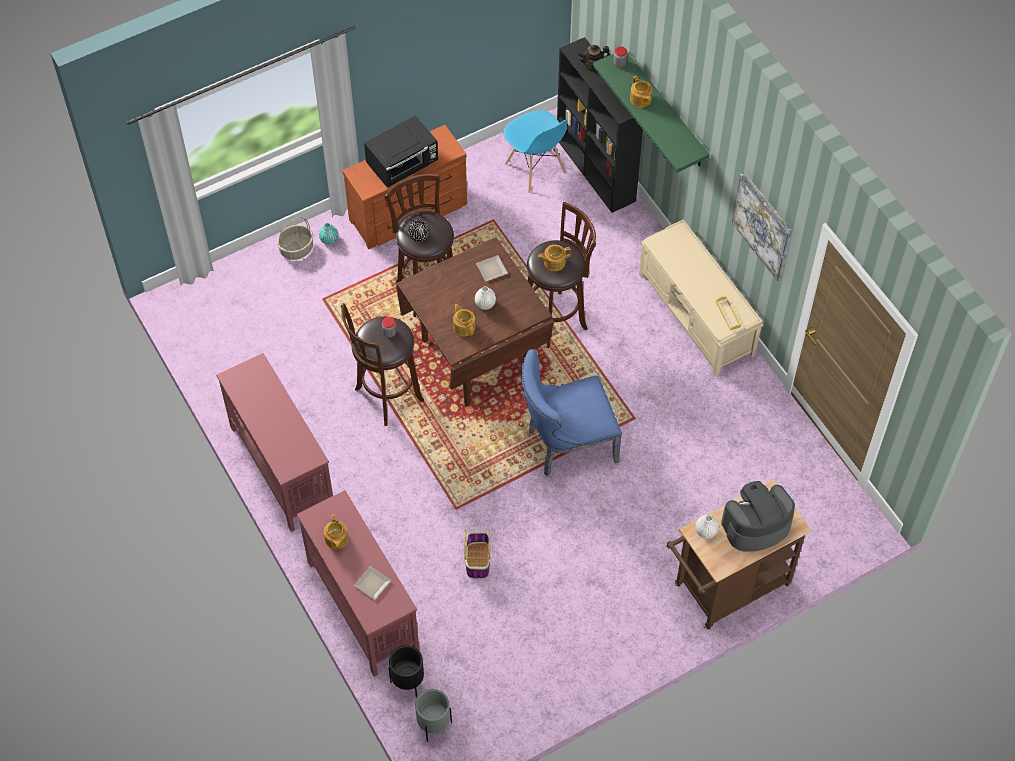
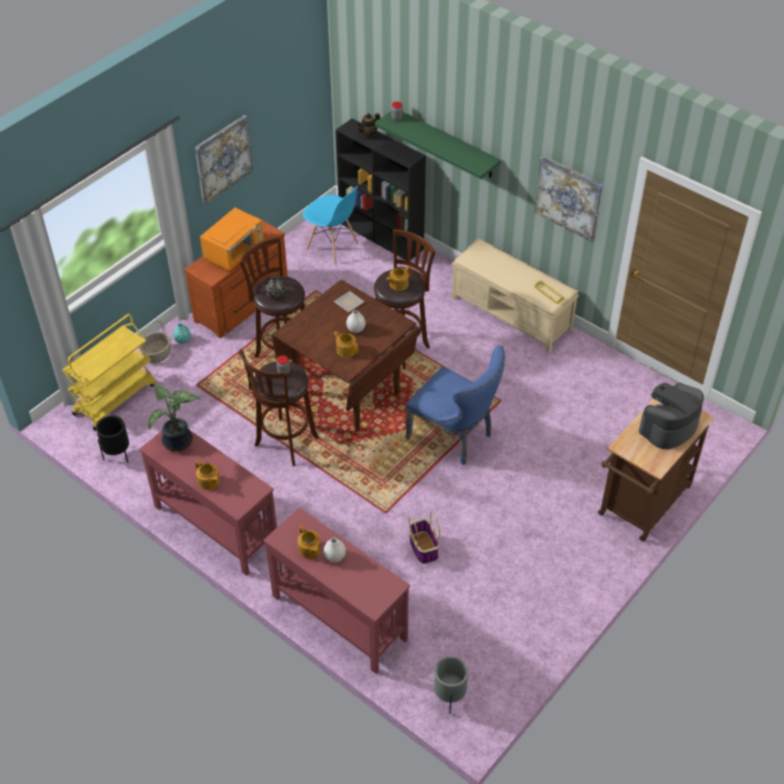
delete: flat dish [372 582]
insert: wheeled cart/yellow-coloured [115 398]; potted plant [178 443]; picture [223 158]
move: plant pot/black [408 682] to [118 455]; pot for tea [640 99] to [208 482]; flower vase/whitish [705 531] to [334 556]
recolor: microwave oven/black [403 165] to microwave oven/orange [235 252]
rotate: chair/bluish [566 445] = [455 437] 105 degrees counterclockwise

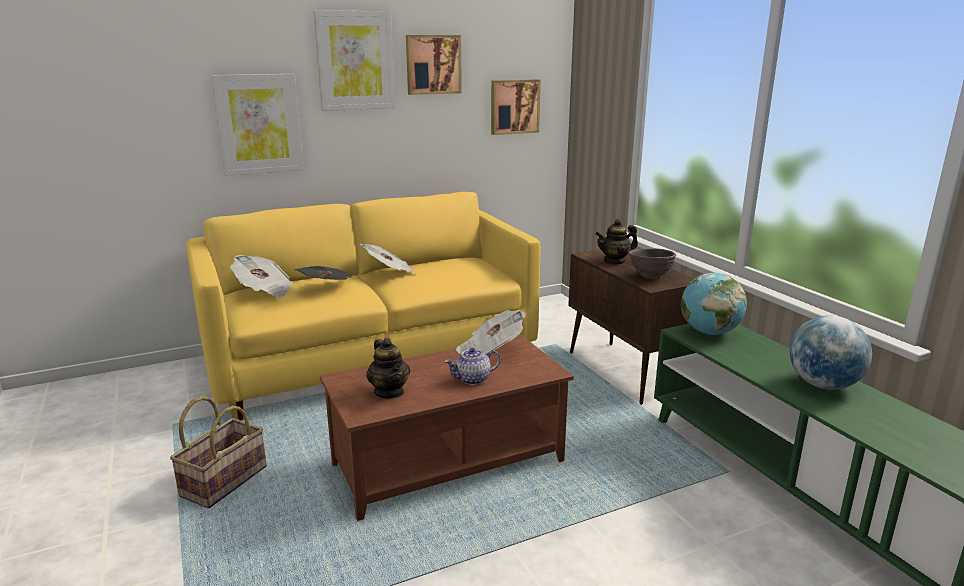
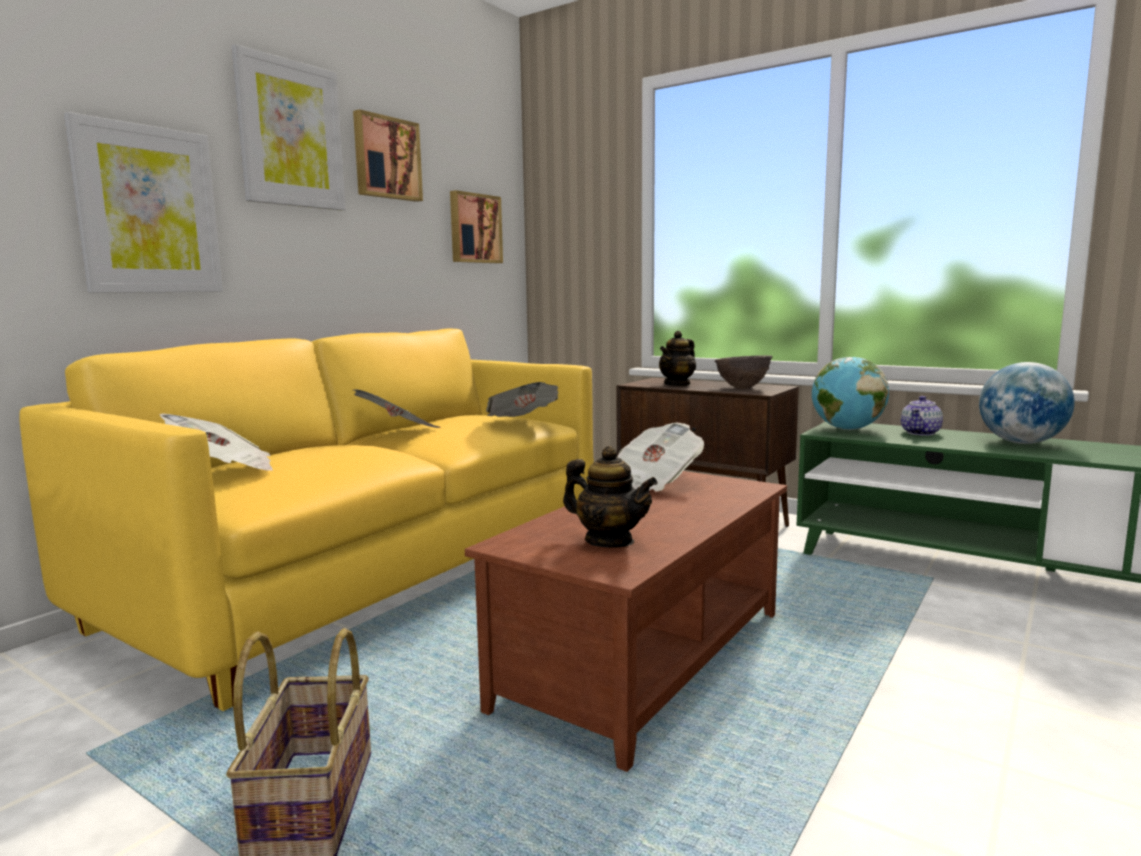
move: printed paper [327 288] to [522 422]; pot for tea [472 379] to [921 433]

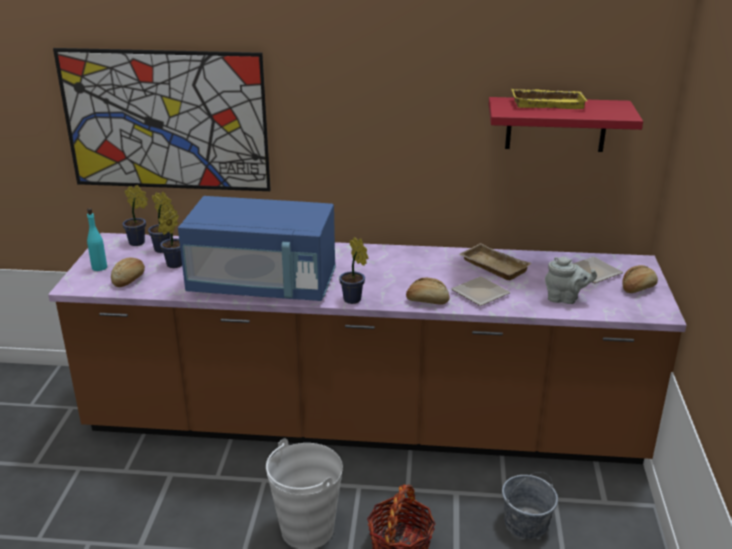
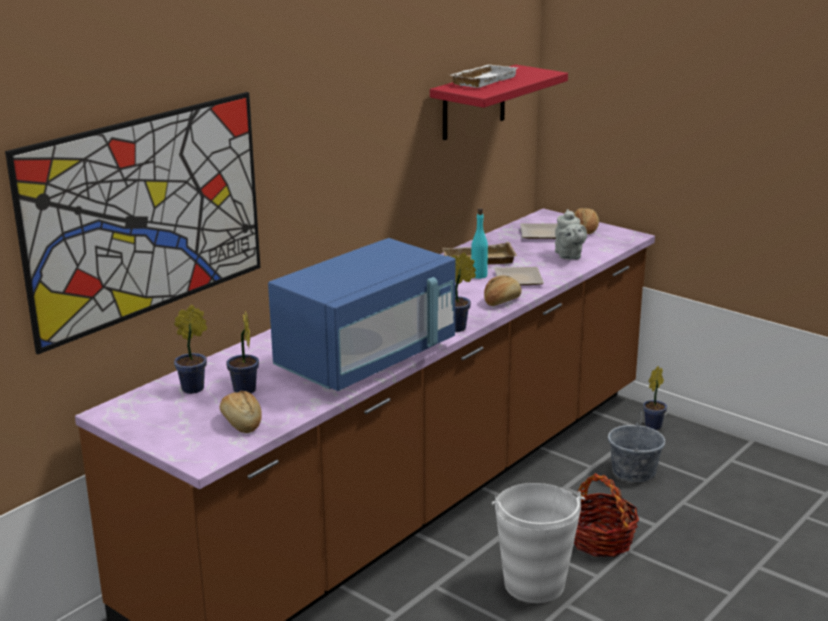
move: drink bottle/turquoise-coloured [99 267] to [479 275]; potted plant [139 243] to [654 425]
recolor: carrying tray/yellow-coloured [548 103] to carrying tray/whitish [482 80]
rotate: pot for tea/gray [565 299] = [568 255] 120 degrees clockwise

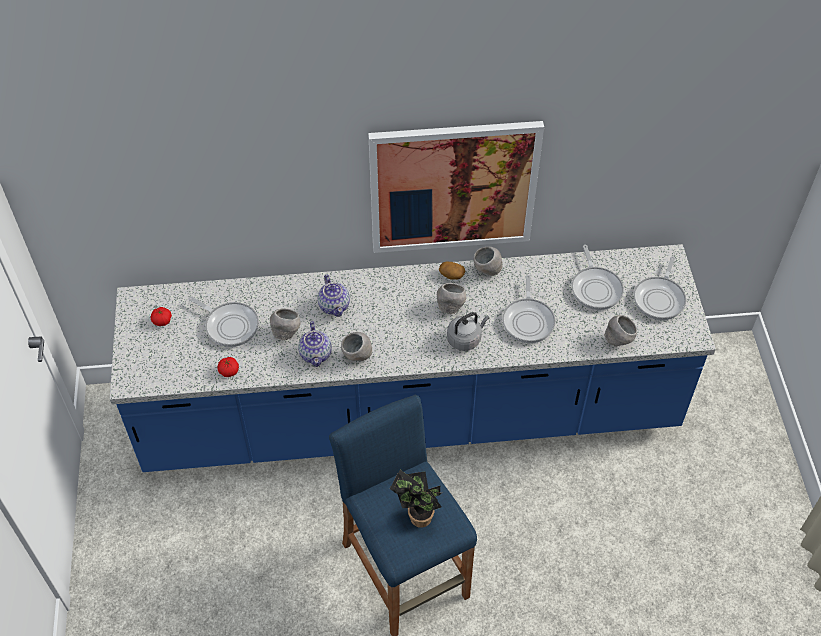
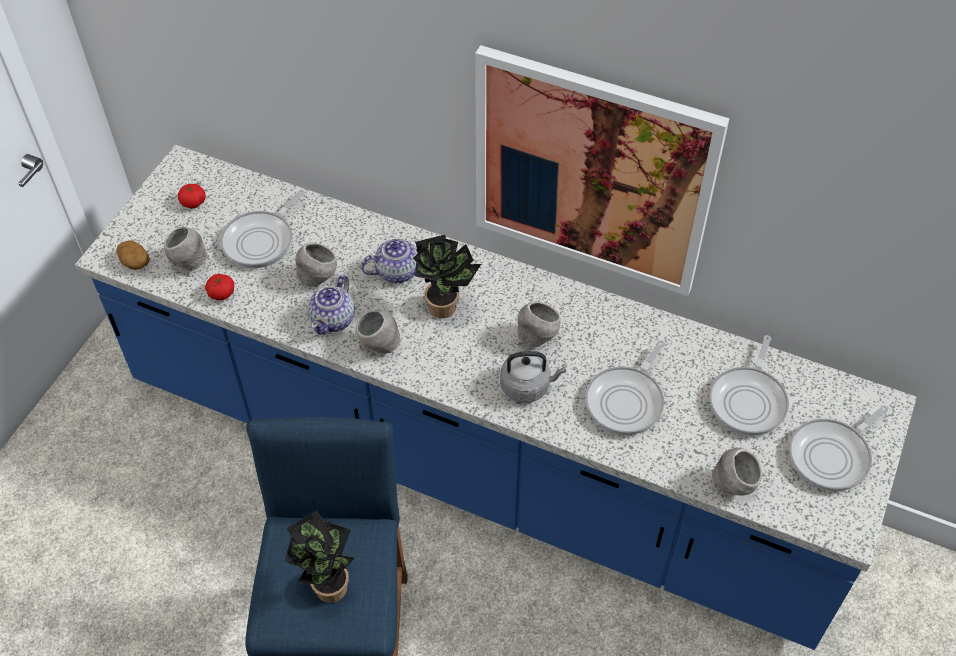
insert: potted plant [447 307]
move: spud [451 275] to [134 261]; serving bowl/gray [487 271] to [189 263]
rotate: frying pan [229 325] = [261 240] 60 degrees clockwise; pot for tea [334 305] = [397 271] 120 degrees counterclockwise

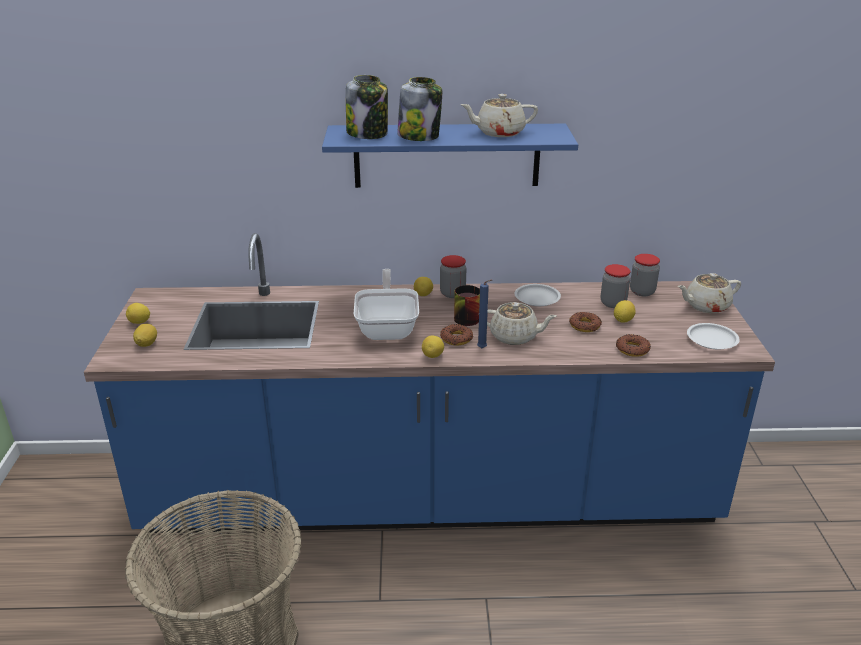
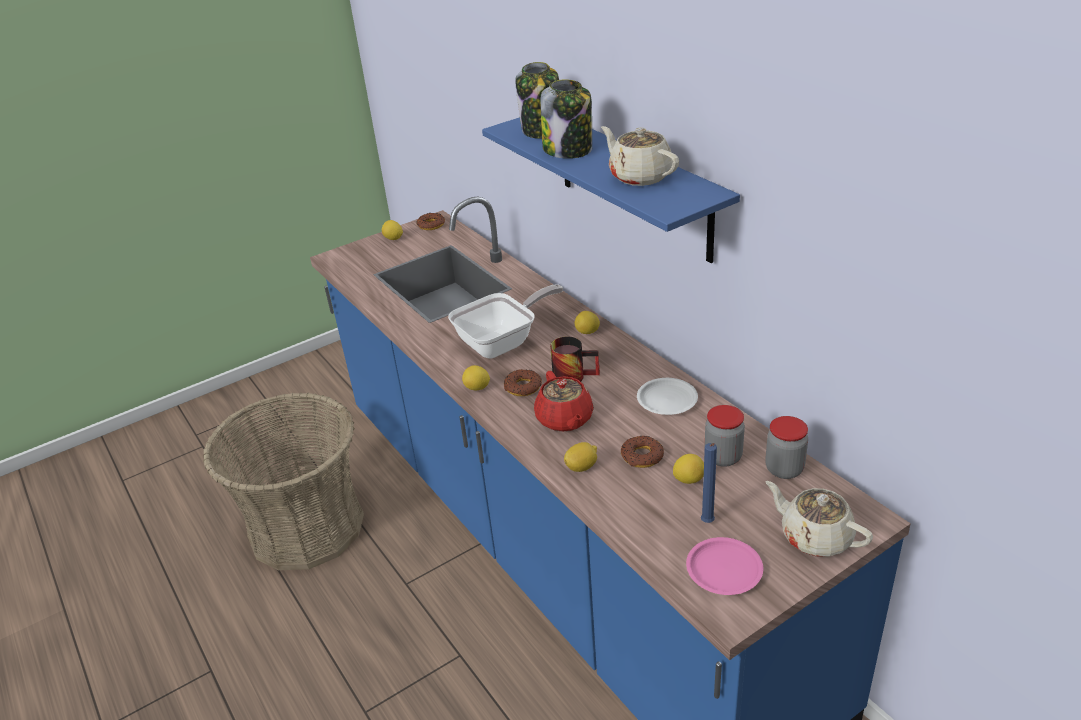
delete: preserve jar [452 293]
move: citrus fruit [147 344] to [581 467]; wax candle/bluish [483 349] to [707 523]; donut [632 349] to [431 225]
recolor: pot for tea/sand-coloured [515 337] to pot for tea/red [565 419]; flat dish/whitish [711 339] to flat dish/pinkish [724 569]

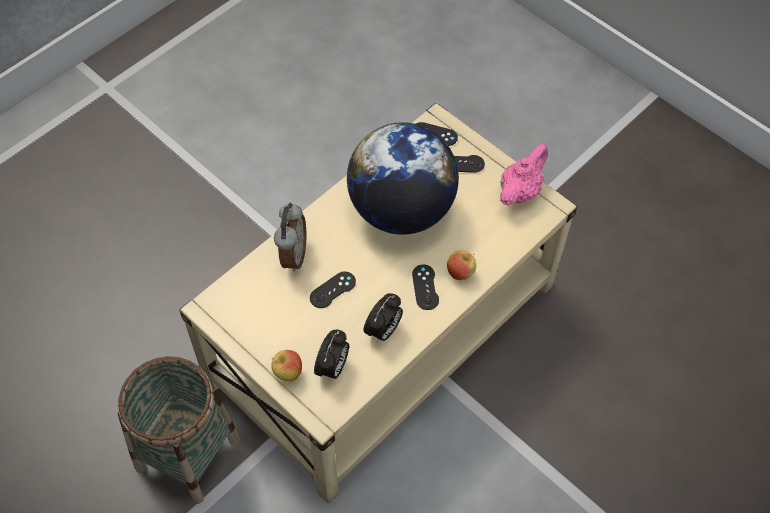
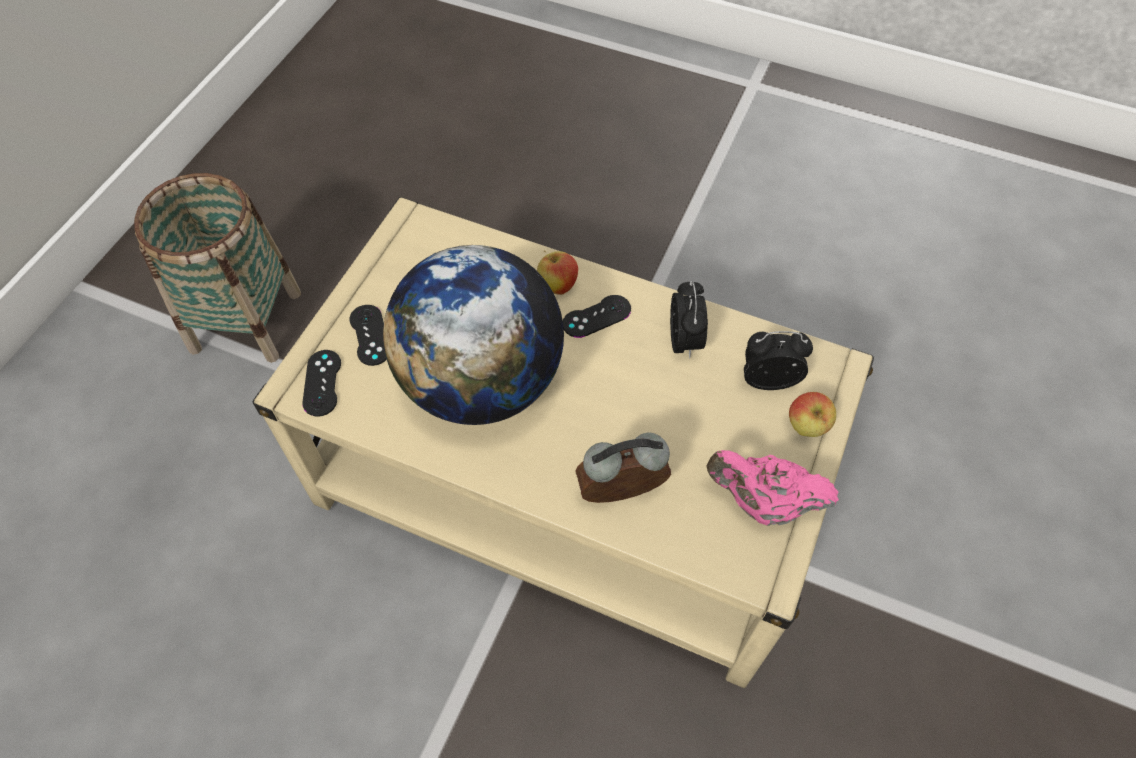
delete: gamepad/black [332 290]
move: basket [188 454] to [246 321]; pot for tea/pinkish [520 191] to [763 503]
rotate: bedside clock [383 331] = [685 341] 75 degrees clockwise

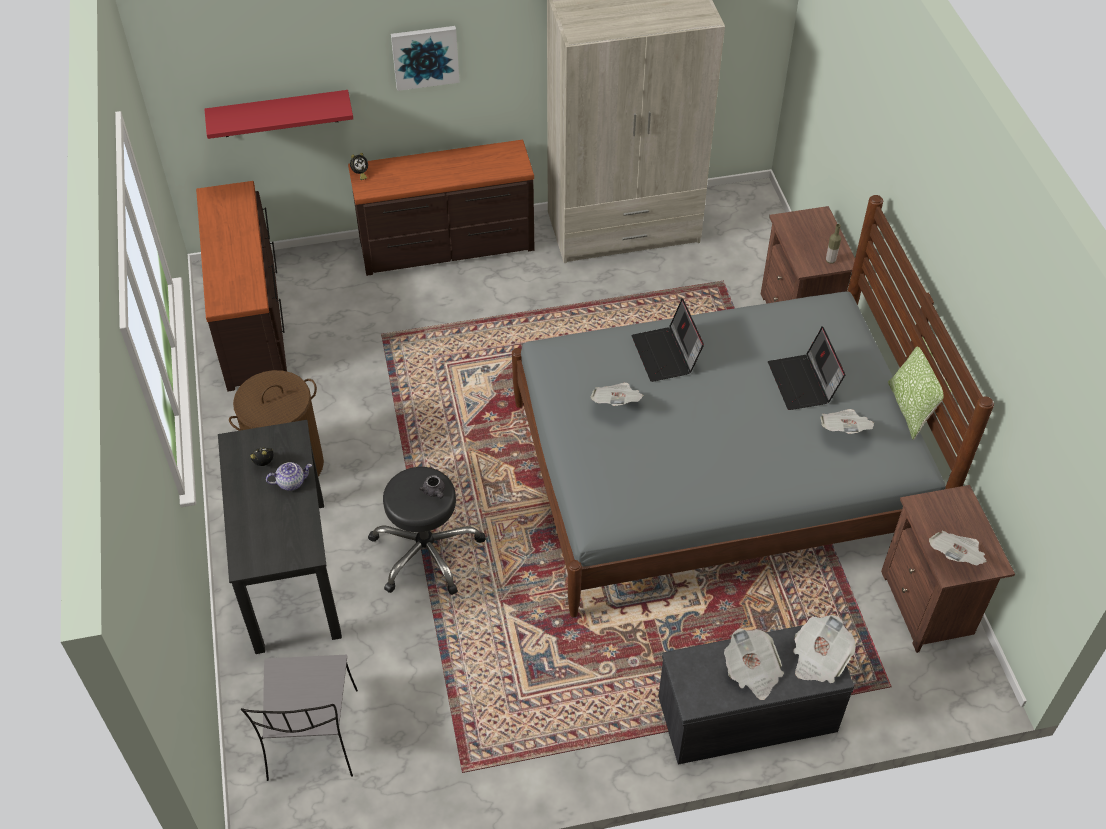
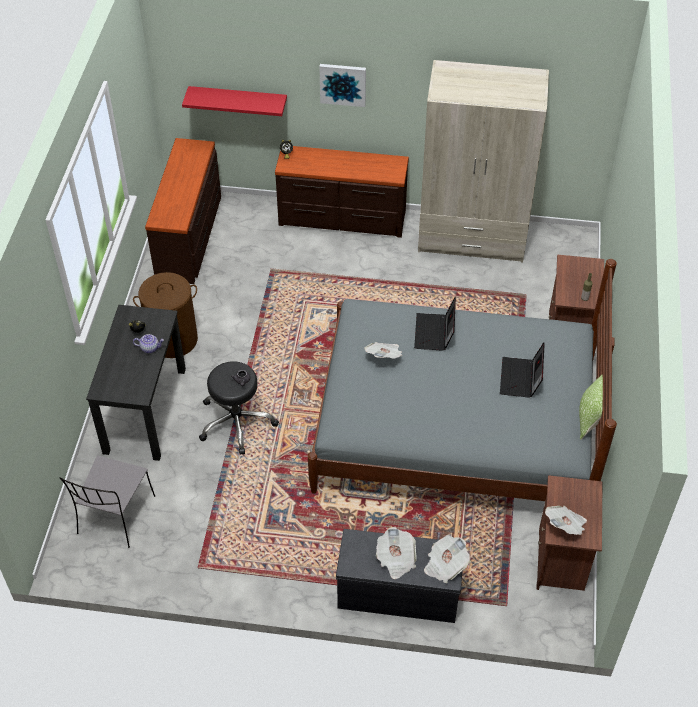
delete: printed paper [844 430]

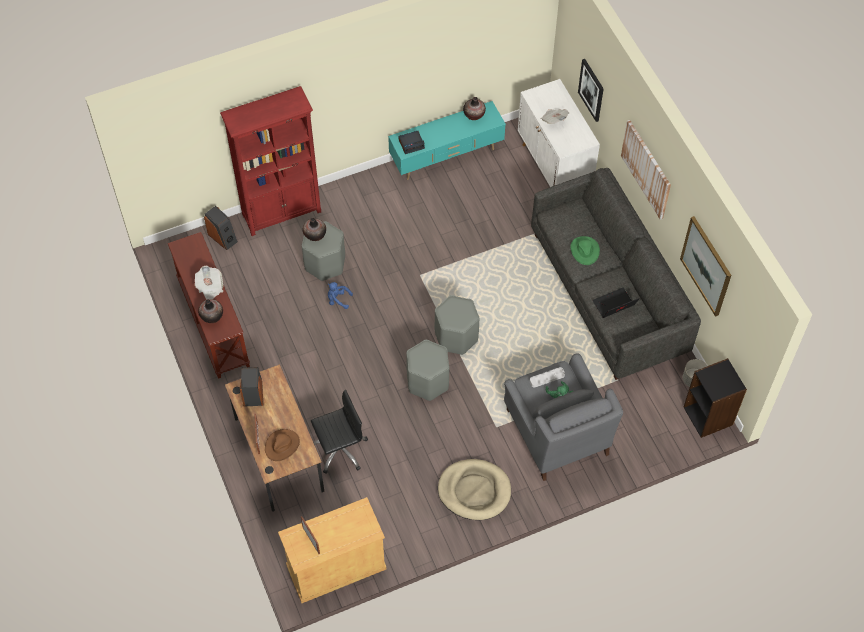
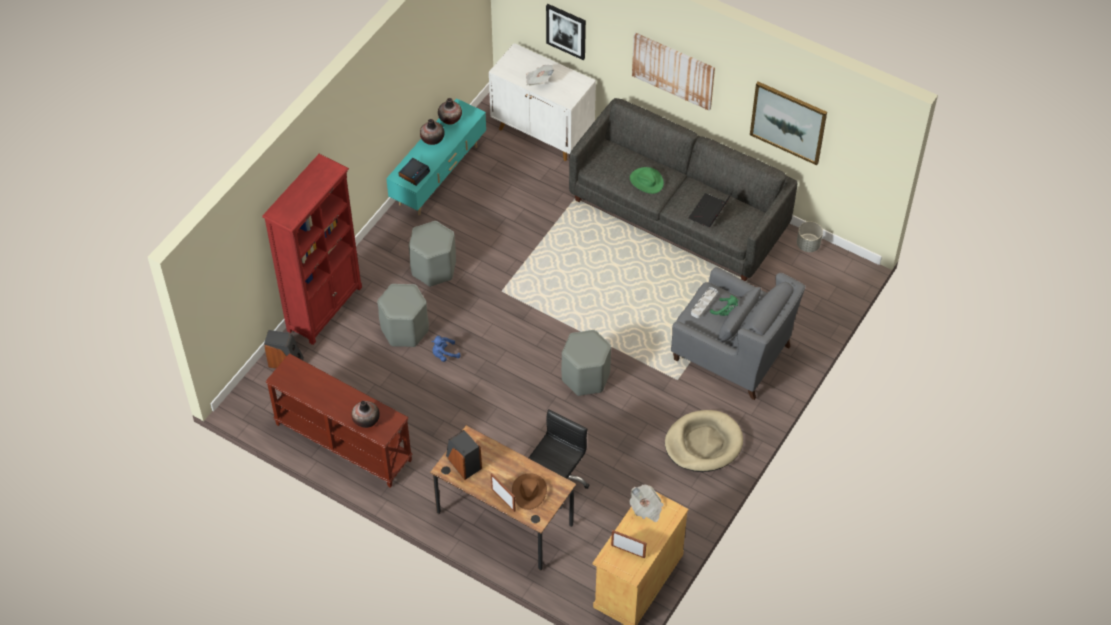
delete: bookcase/black [708 416]
move: printed paper [210 287] to [646 508]; flower vase [315 234] to [432 139]; sitting stool/gray [456 336] to [434 268]

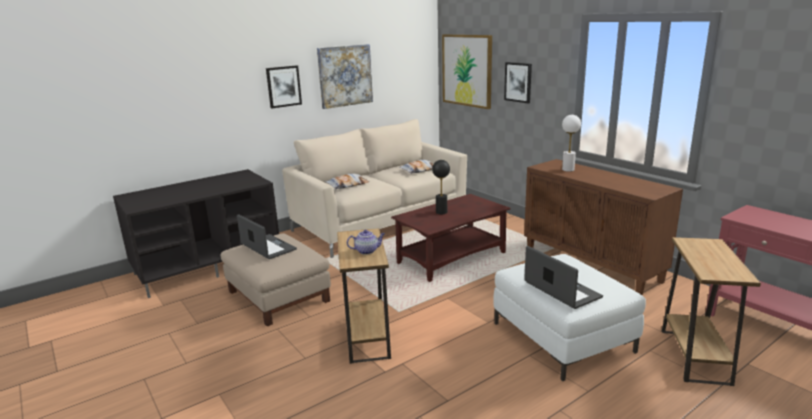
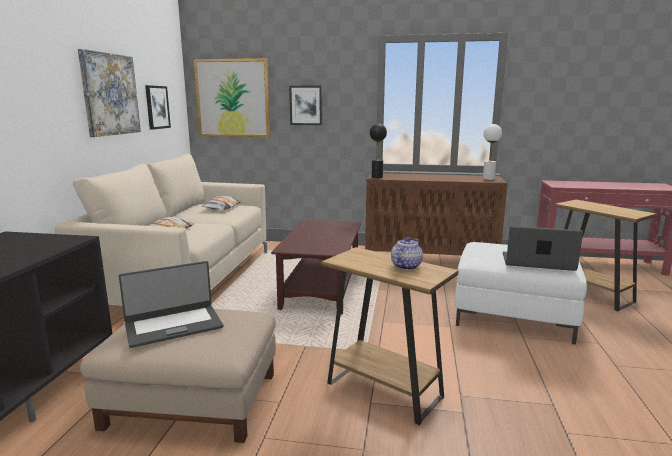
move: picture [283 86] to [157 107]; tabletop lamp/black [441 212] to [376 177]; tabletop lamp/whitish [568 169] to [488 179]
rotate: notebook computer [267 247] = [173 325] 150 degrees clockwise

